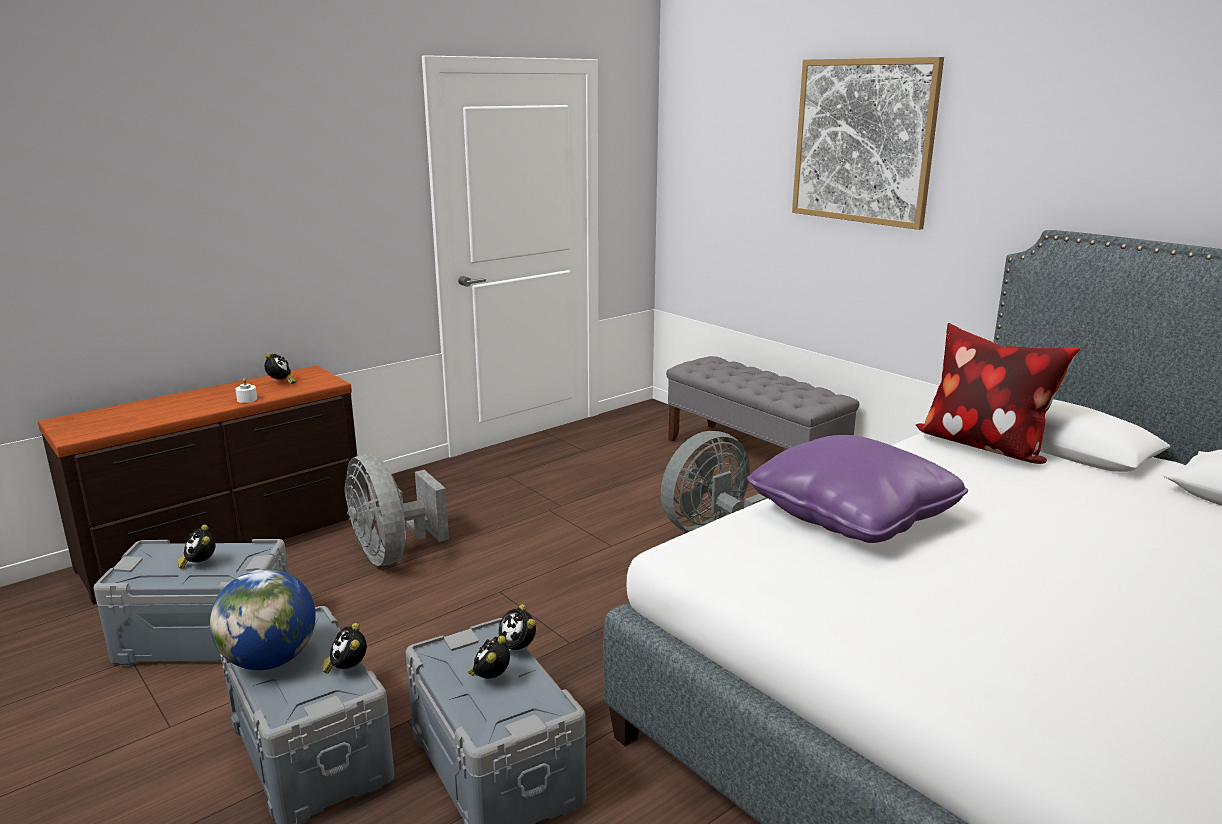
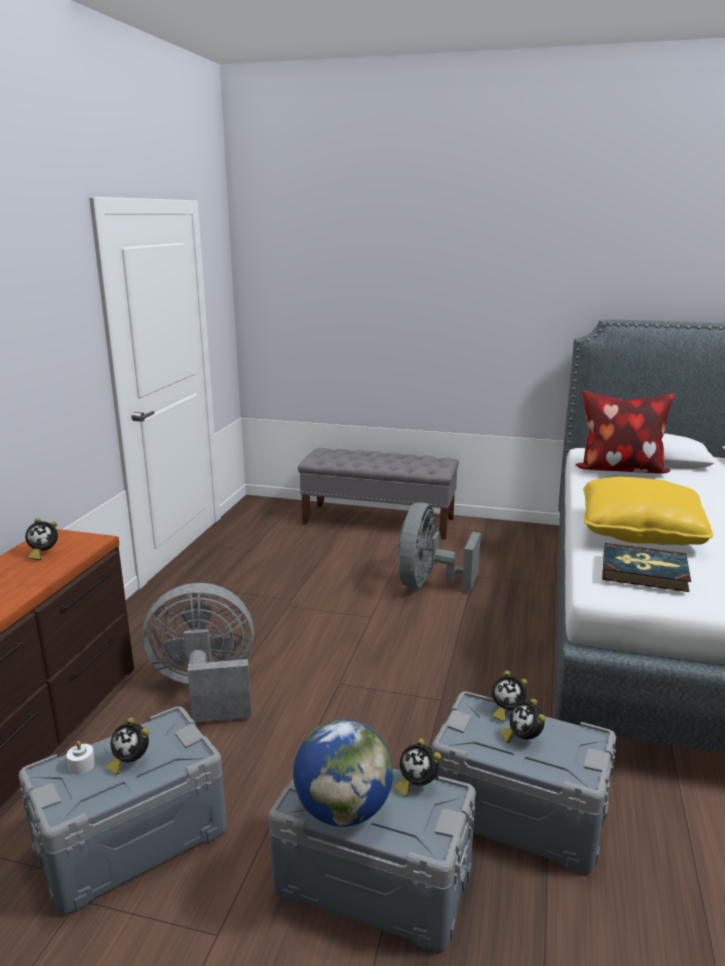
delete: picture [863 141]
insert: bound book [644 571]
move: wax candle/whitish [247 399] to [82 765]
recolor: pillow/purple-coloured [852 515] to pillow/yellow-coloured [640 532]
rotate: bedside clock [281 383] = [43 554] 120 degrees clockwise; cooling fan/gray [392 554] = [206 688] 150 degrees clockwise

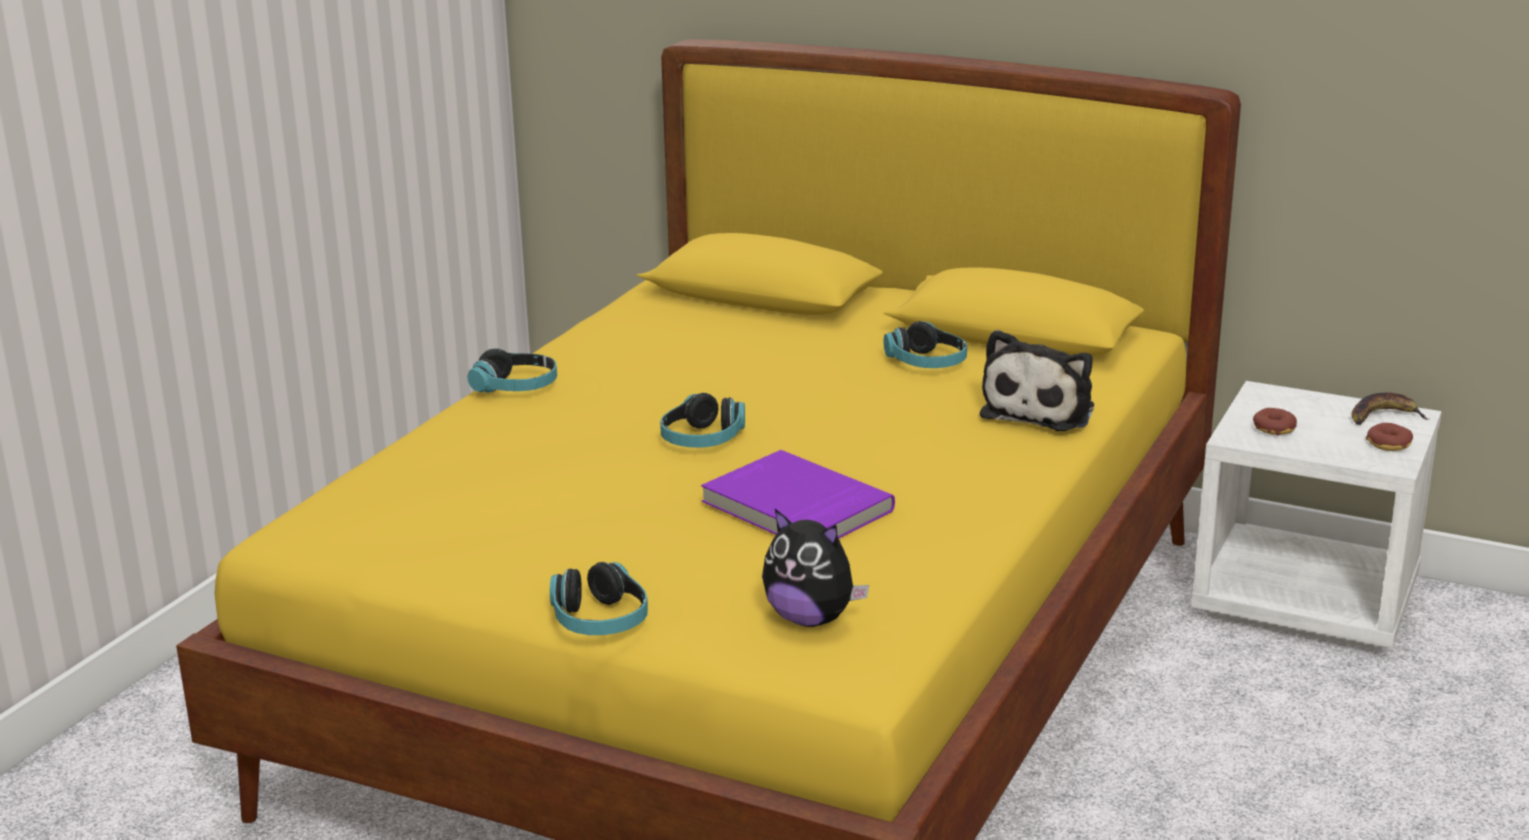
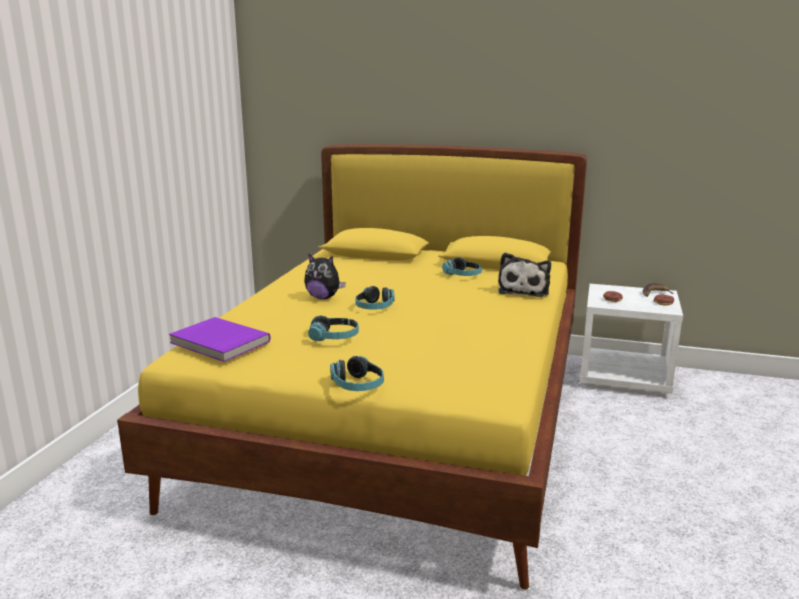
move: headphones [516 387] to [334 337]; bound book/purple-coloured [794 507] to [218 343]; plush toy [811 619] to [323 297]

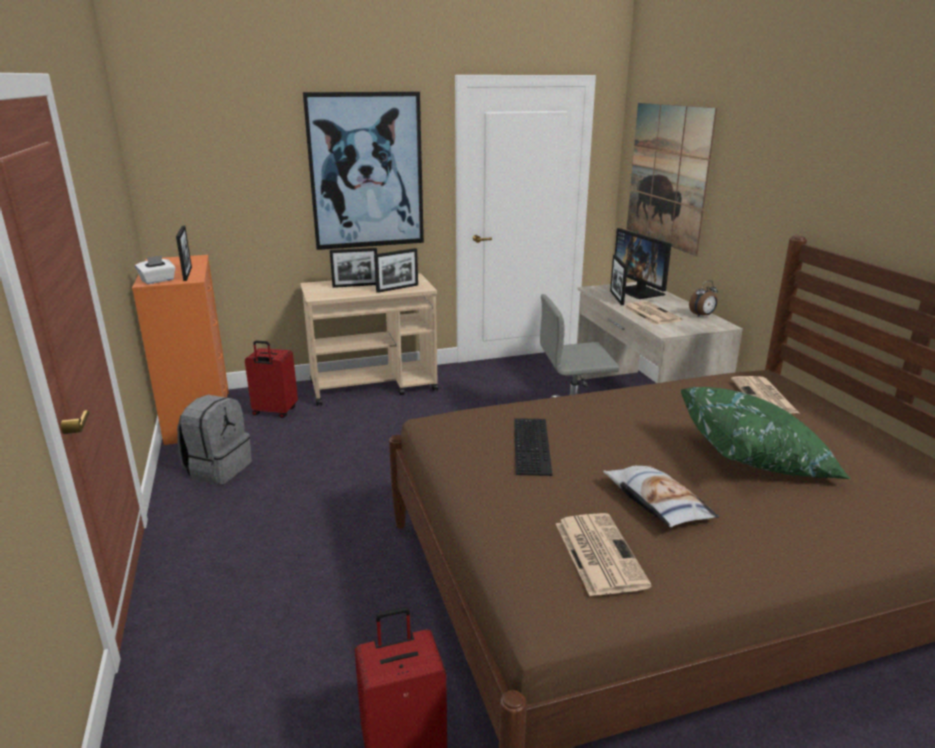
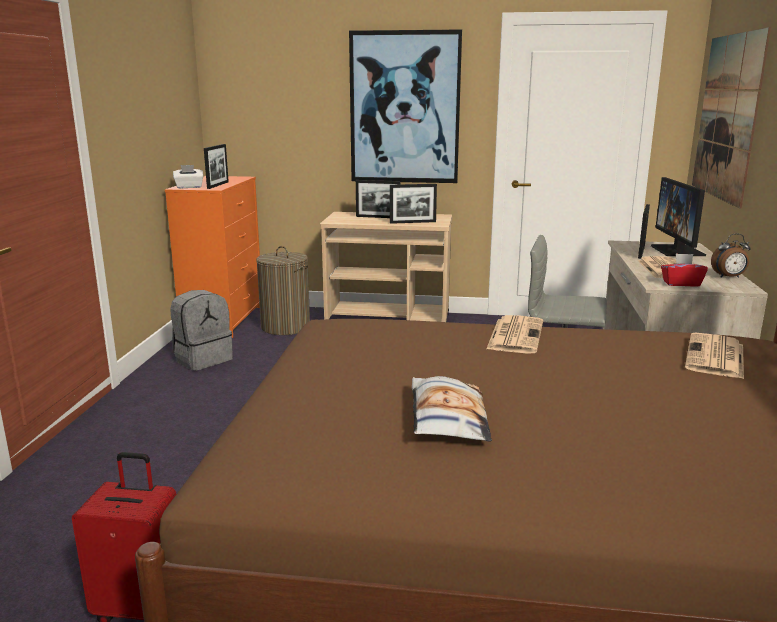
delete: keyboard [534 446]; pillow/greenish [756 459]
insert: tissue holder/red [681 283]
move: printed paper [598 553] to [515 335]
replace: piece of luggage/red [274 412] to washing basket [285 327]

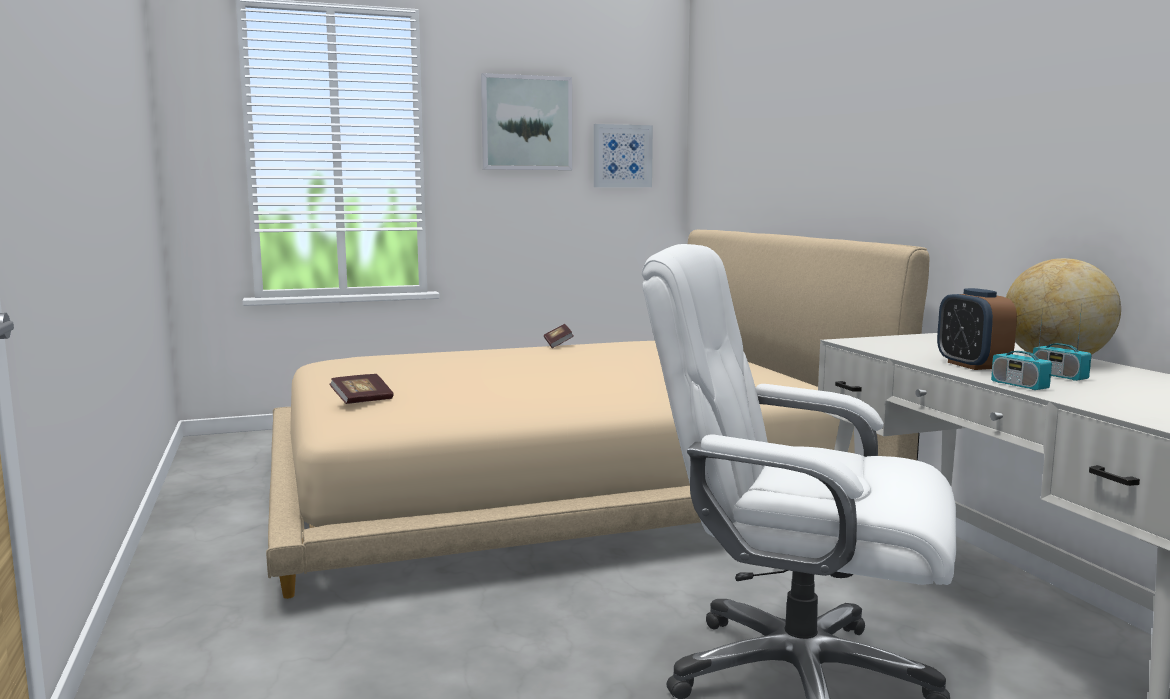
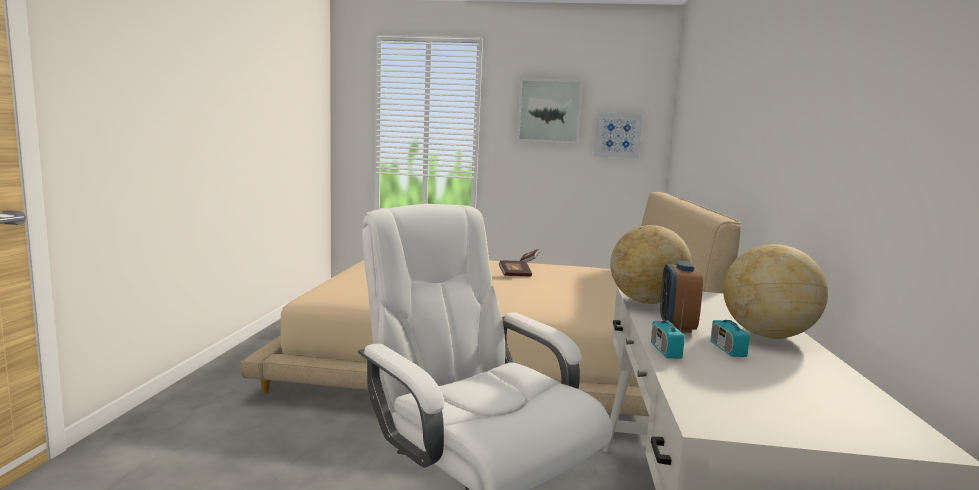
insert: desk globe [647 302]
move: bound book [362 401] to [515 275]

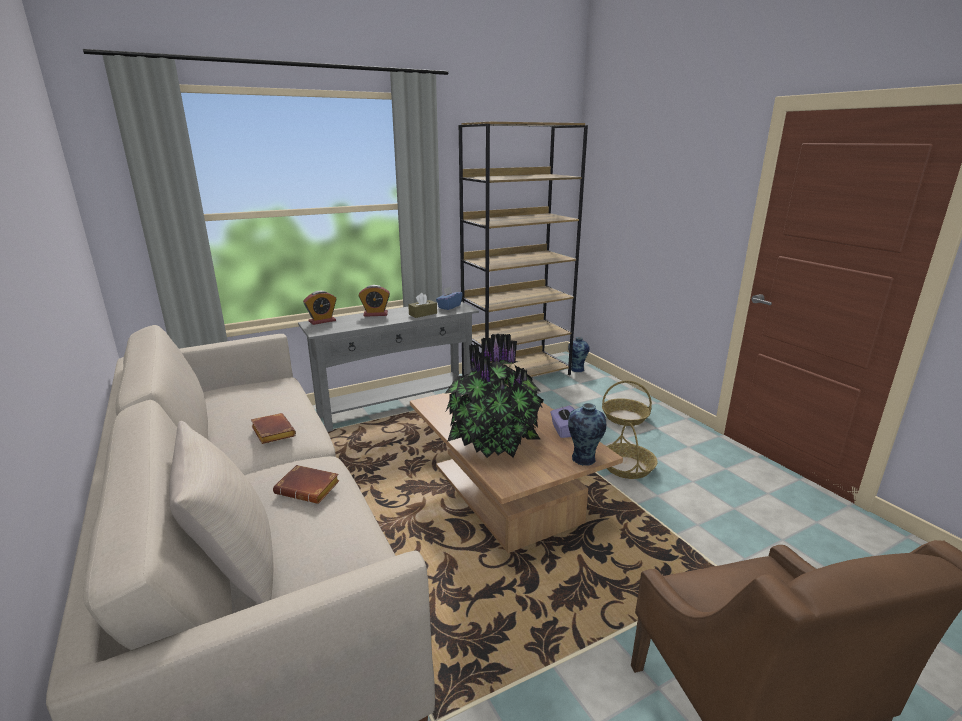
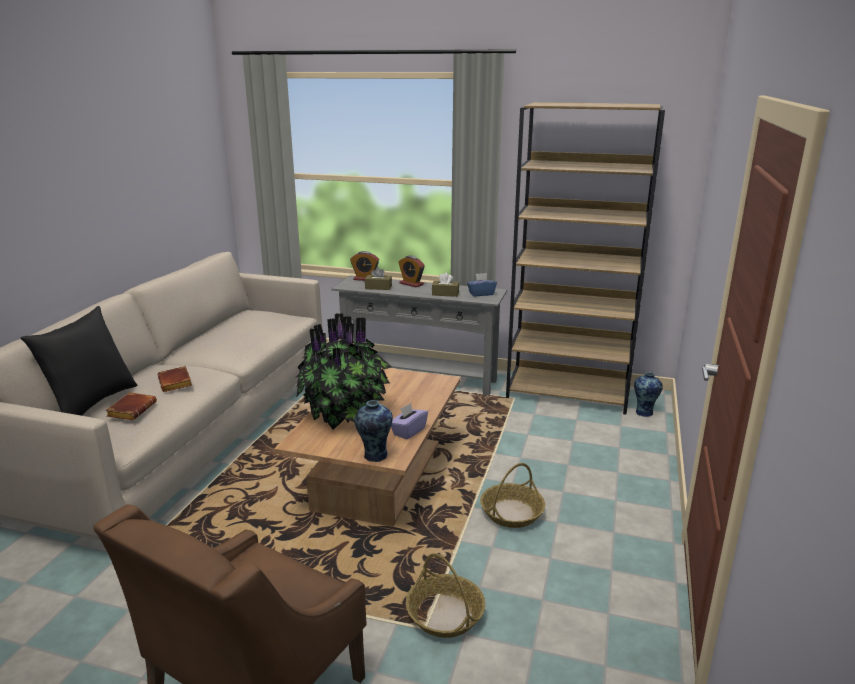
insert: tissue holder/brown-coloured [378 287]
move: bound book/brown-coloured [271 432] to [131 409]; basket [625 417] to [445 614]
recolor: pillow/sand-coloured [235 567] to pillow/black [92 403]

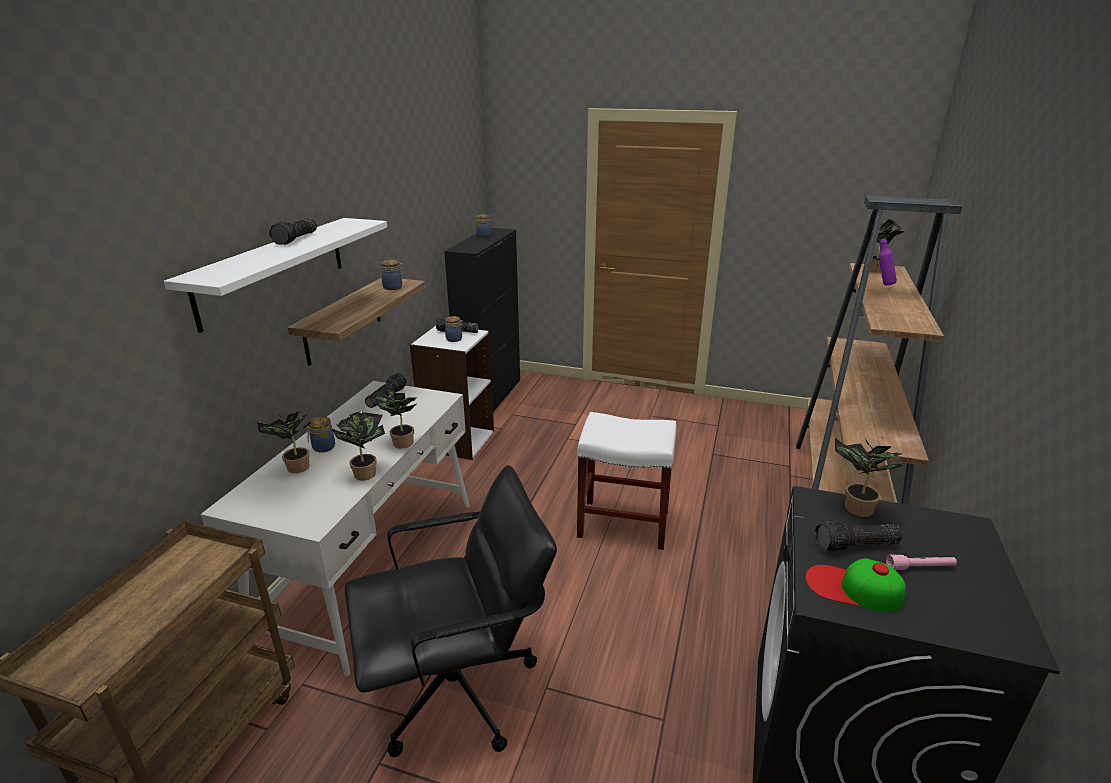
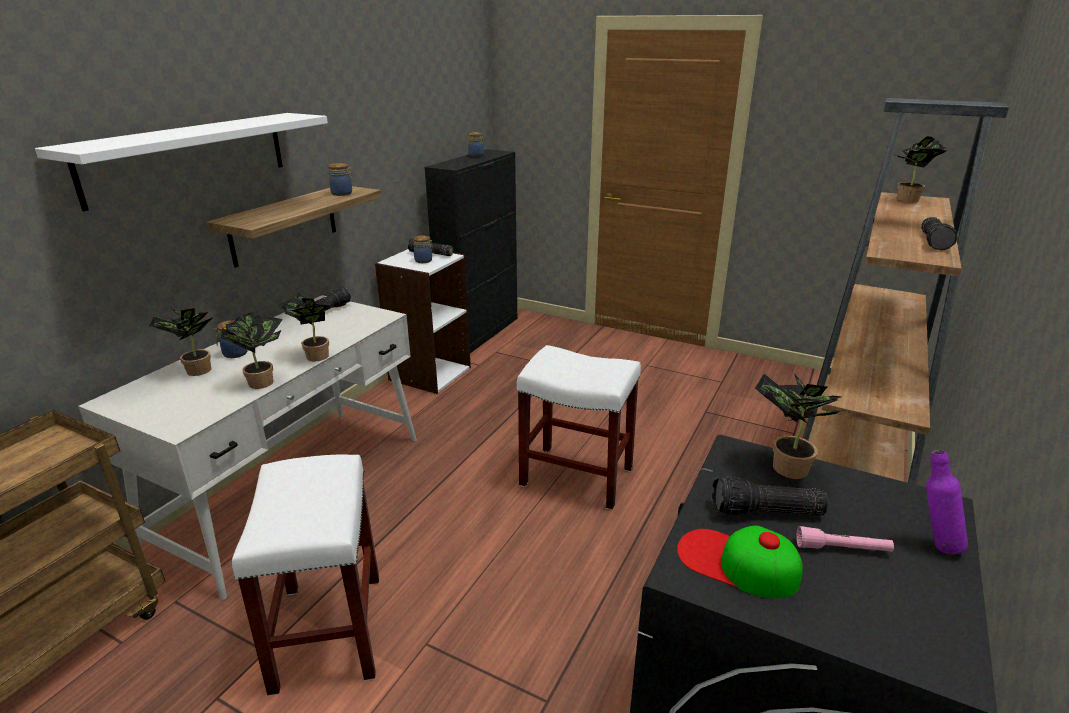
move: torch [297 239] to [935 242]; drink bottle/purple-coloured [882 284] to [933 544]
replace: desk chair/black [458 690] to sitting stool/whitish [329 632]

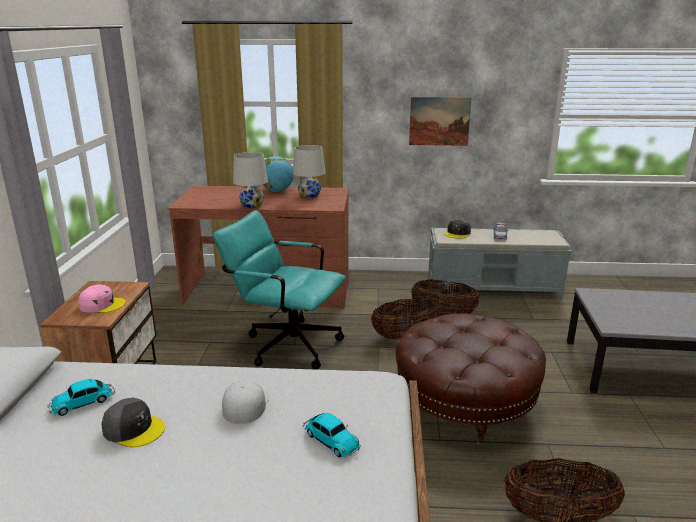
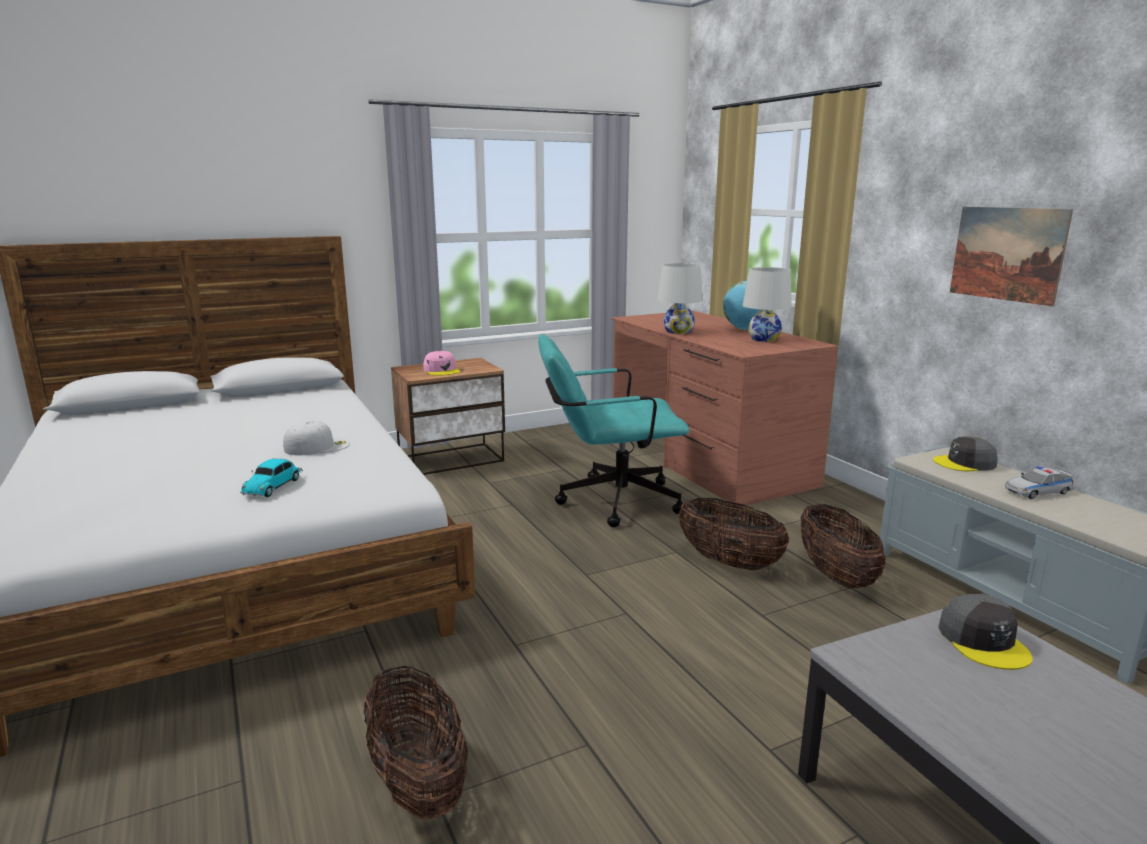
delete: model car [84 402]; pouffe/brown-coloured [464 403]
move: peaked cap/gray [134 429] to [983 641]
rotate: desk chair/turquoise-coloured [285 343] = [608 501] 90 degrees counterclockwise

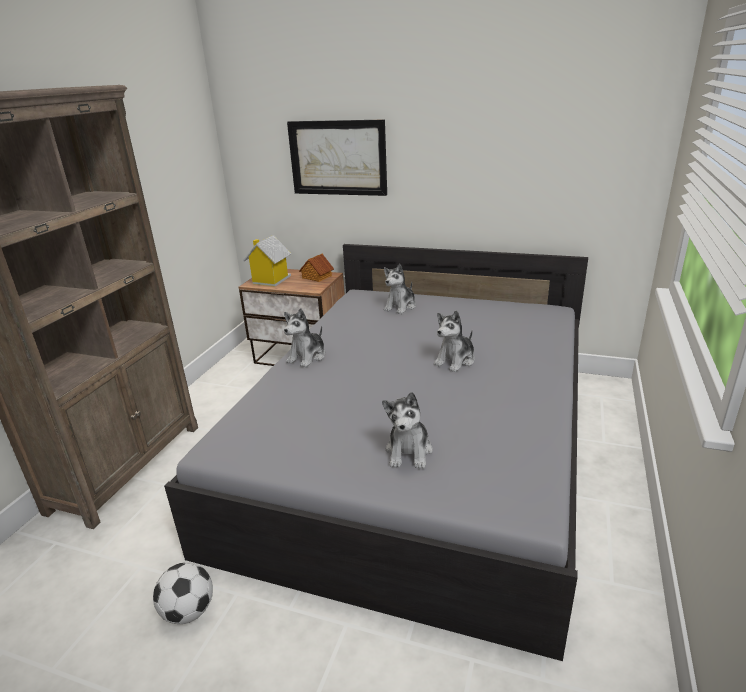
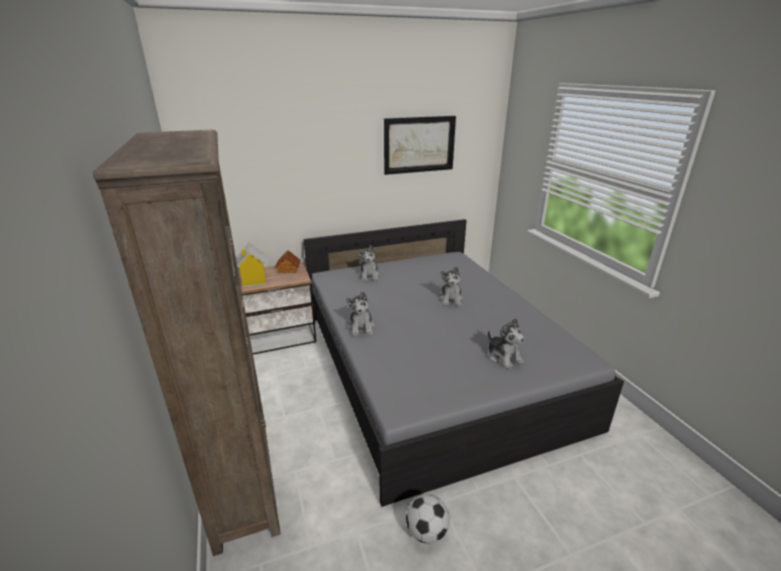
move: picture [338 158] to [419 144]

